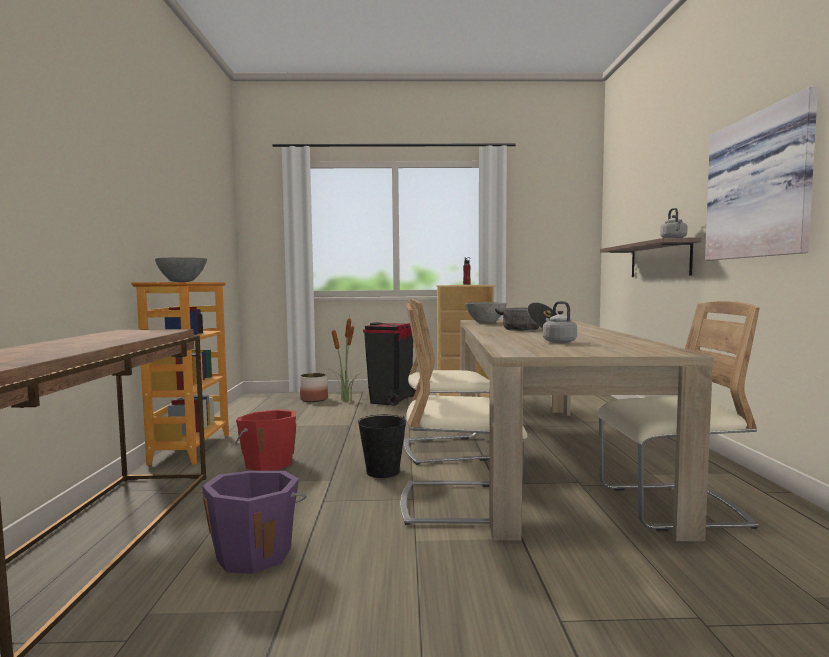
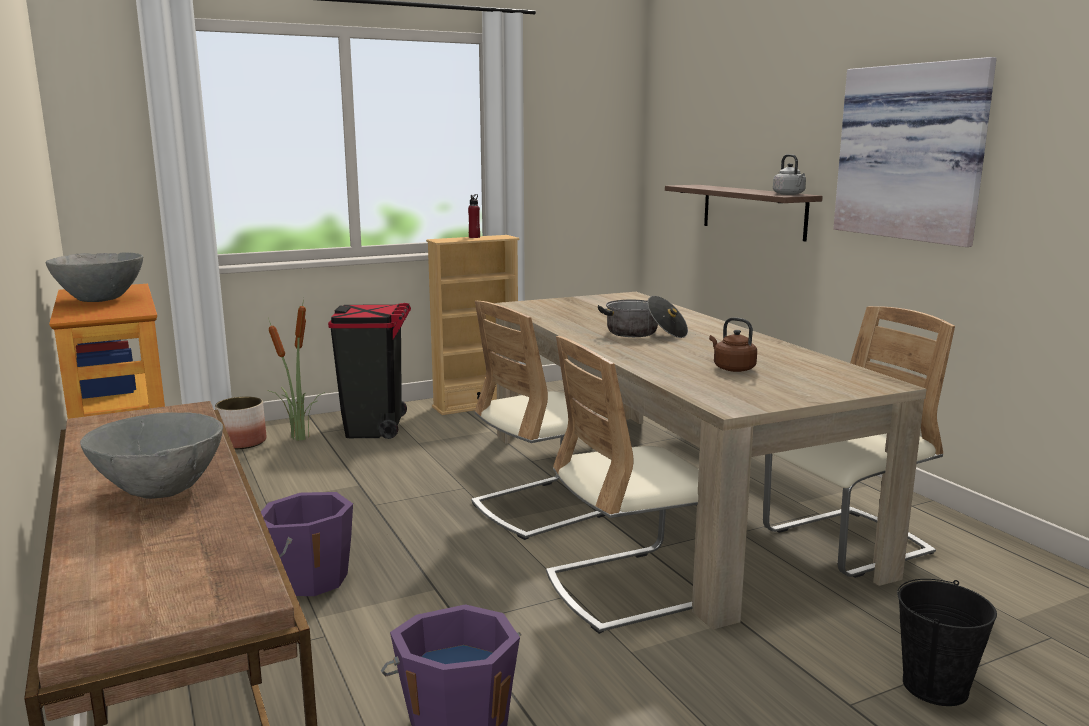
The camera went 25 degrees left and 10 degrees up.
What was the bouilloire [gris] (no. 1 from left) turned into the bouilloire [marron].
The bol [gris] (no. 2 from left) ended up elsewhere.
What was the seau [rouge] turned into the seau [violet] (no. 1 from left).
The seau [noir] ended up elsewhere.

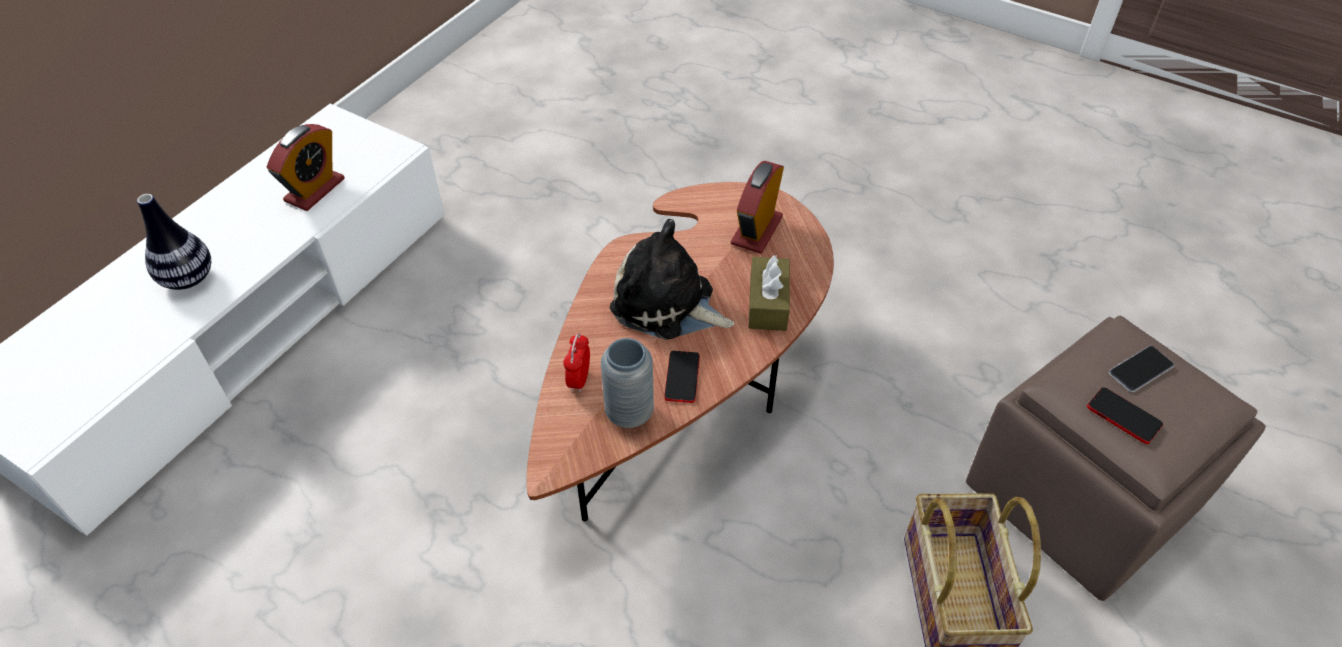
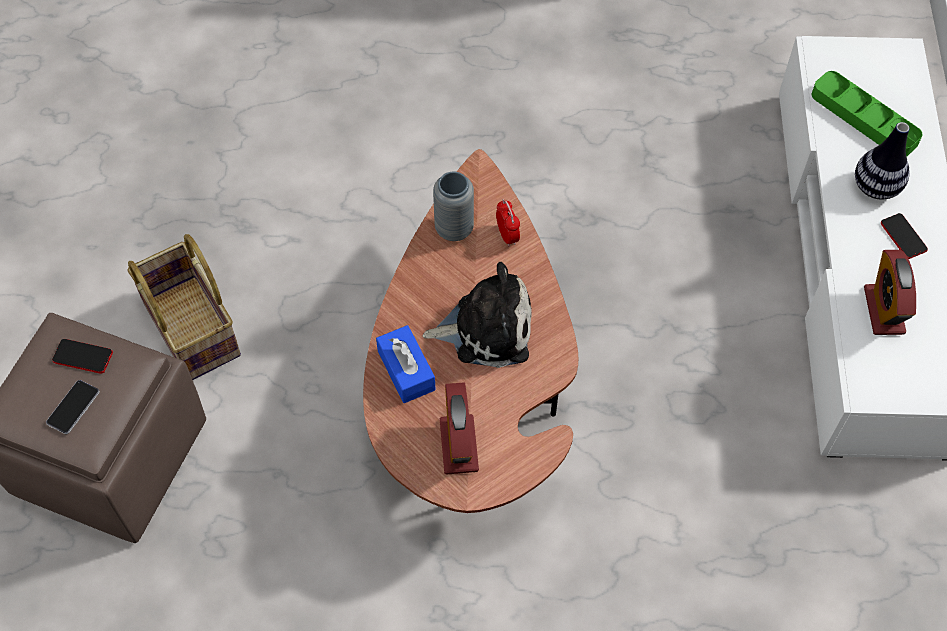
The camera went 150 degrees right and 10 degrees up.
What was the boîte à mouchoirs [marron] turned into the boîte à mouchoirs [bleu].
The téléphone (no. 1 from left in the first image) ended up elsewhere.
The second view gained the plateau [vert].

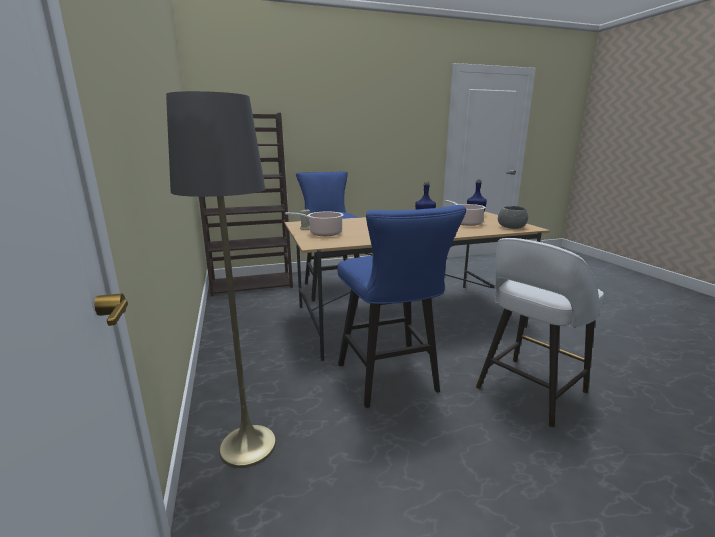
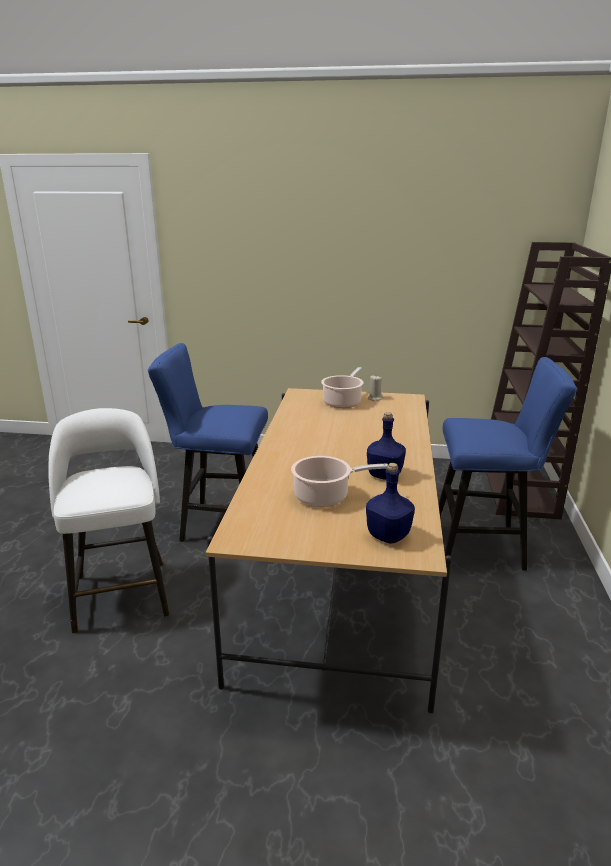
The camera went 115 degrees right and 5 degrees up.
The second view lost the lampadaire [gris].
The second view lost the bol [gris].

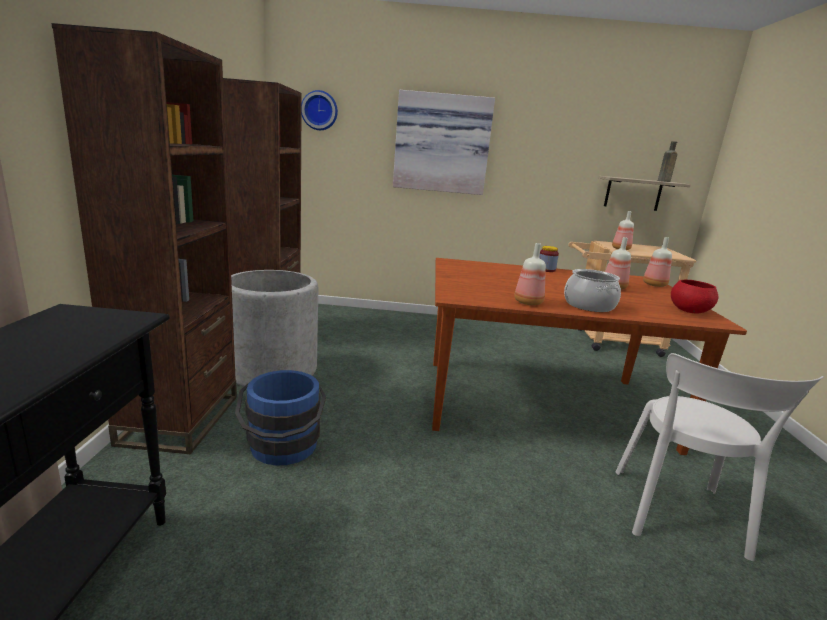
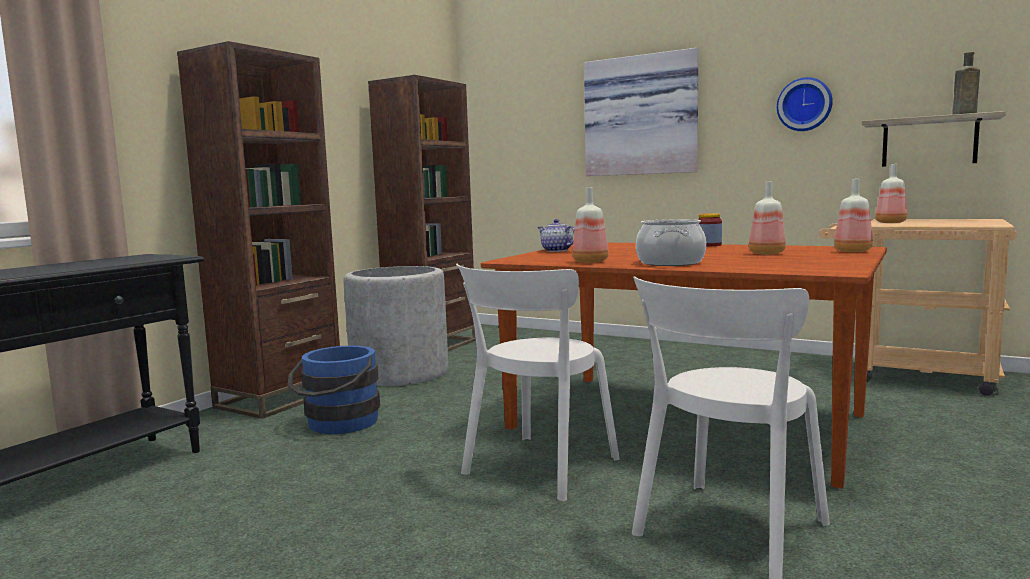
The camera went 30 degrees right and 10 degrees down.
The horloge murale ended up elsewhere.
The second view lost the bol [rouge].
The second view gained the théière.
The second view gained the chaise [blanc] (no. 1 from left).

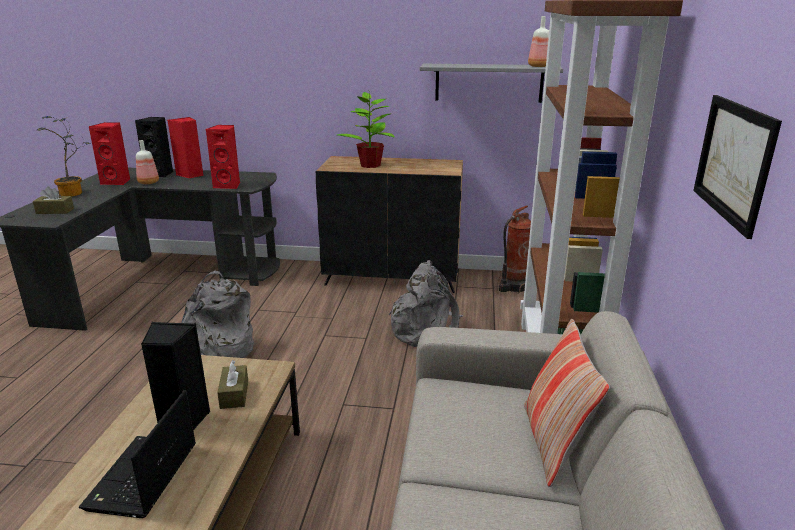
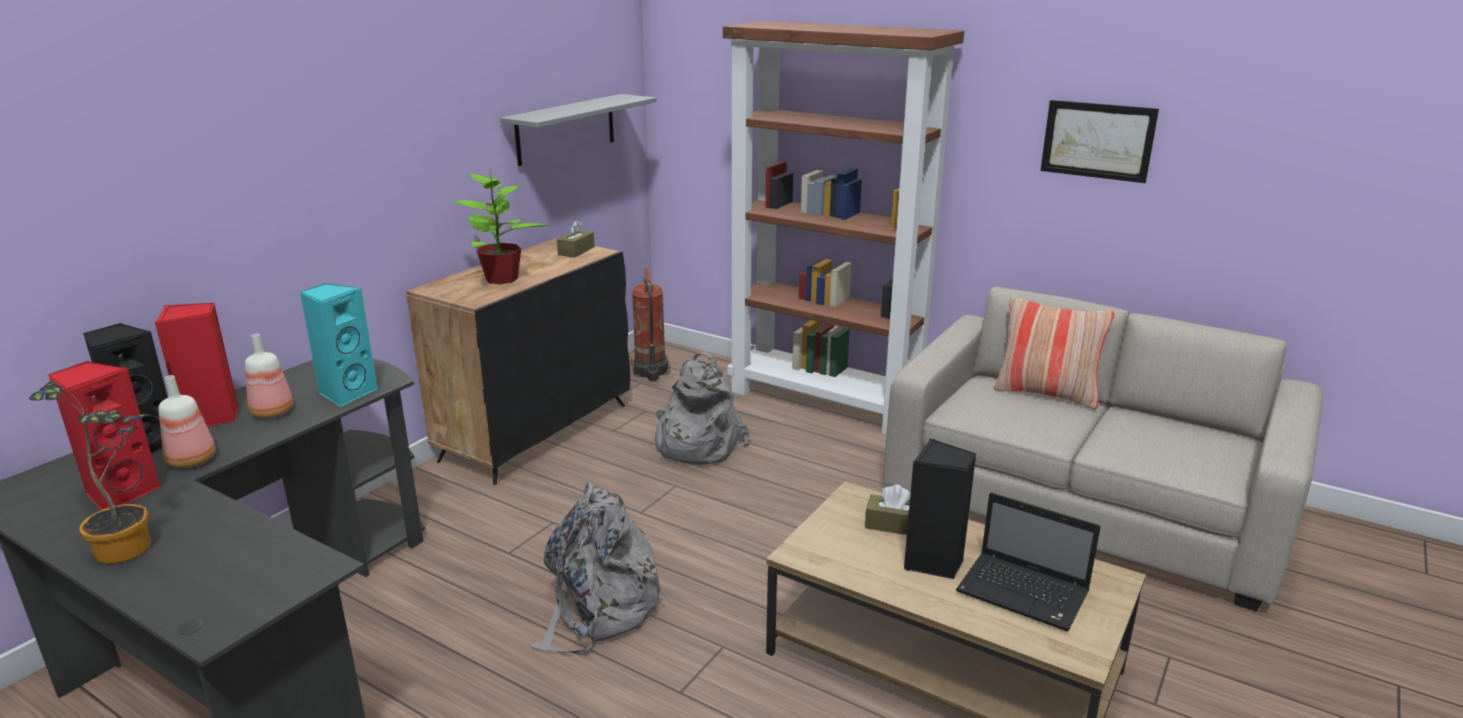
The camera went 65 degrees left and 0 degrees up.
The bouteille (no. 2 from left) ended up elsewhere.
What was the enceinte [rouge] (no. 3 from left) turned into the enceinte [turquoise].
The boîte à mouchoirs [marron] (no. 1 from left) ended up elsewhere.

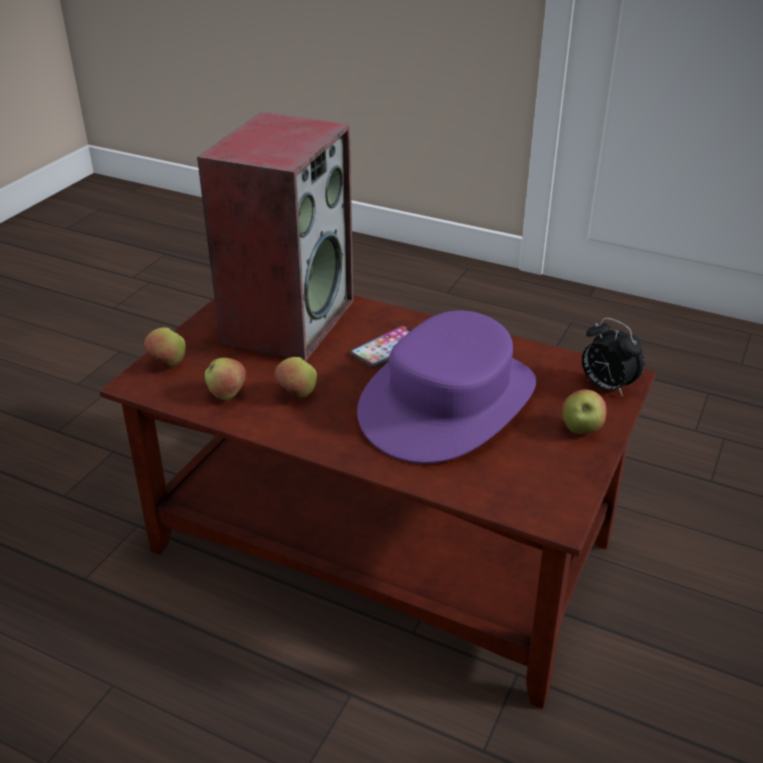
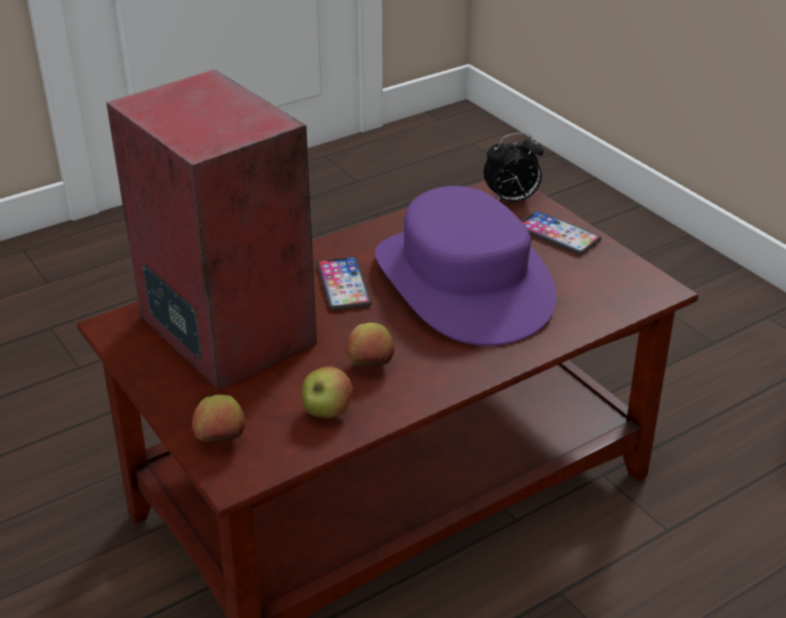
The camera went 60 degrees left and 0 degrees up.
Where the pomme (no. 4 from left) stood, the téléphone (no. 2 from left) came to stand.

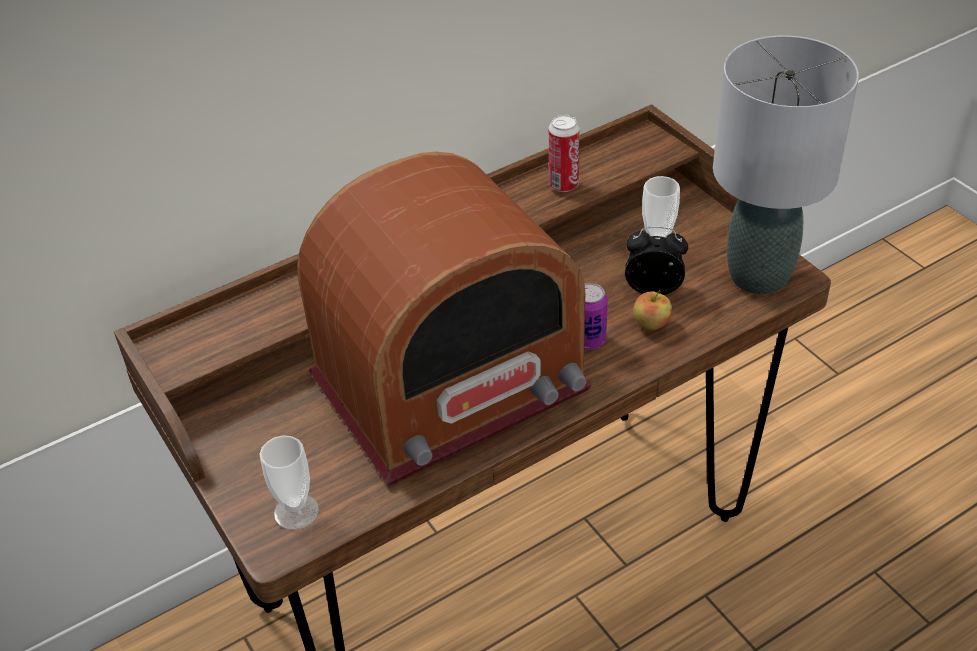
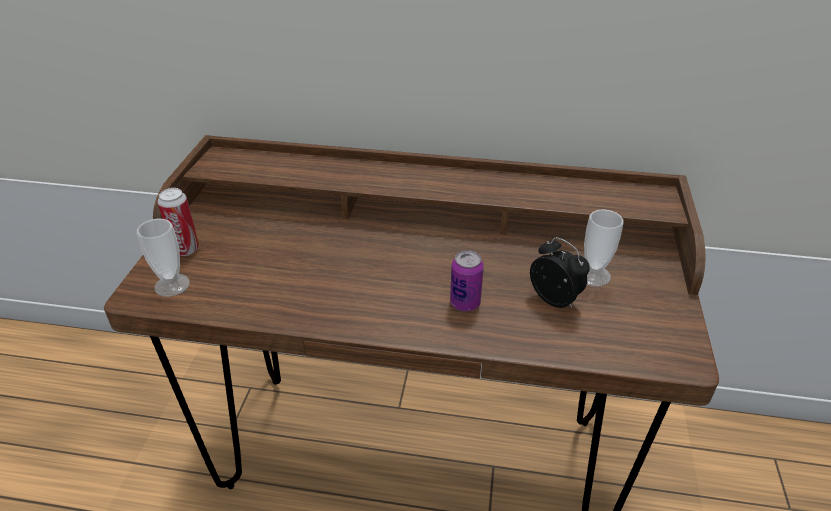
The camera went 40 degrees right and 5 degrees down.
The second view lost the lampe de table [gris].
The boîte métallique (no. 1 from left) ended up elsewhere.
The second view lost the radio.
The second view lost the pomme.

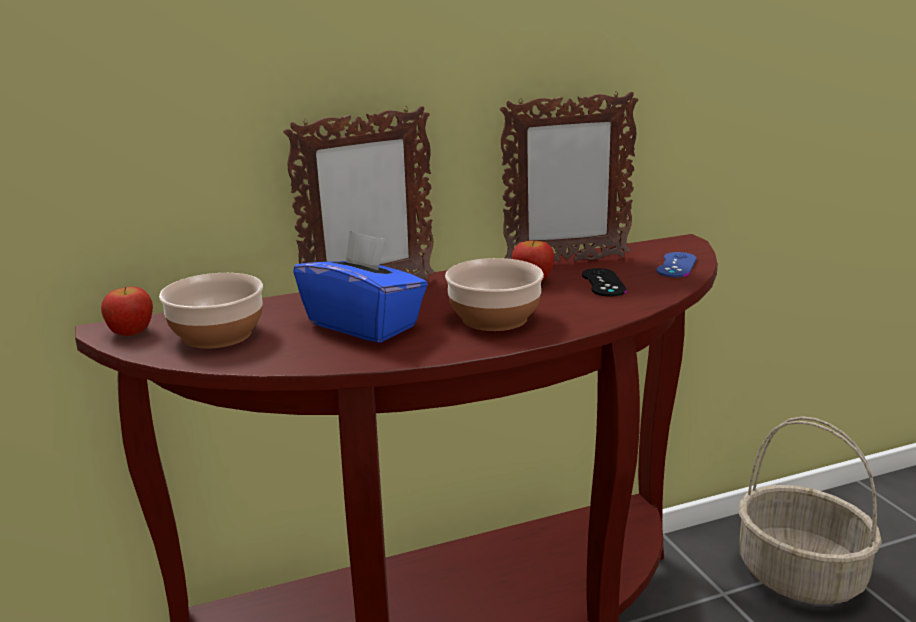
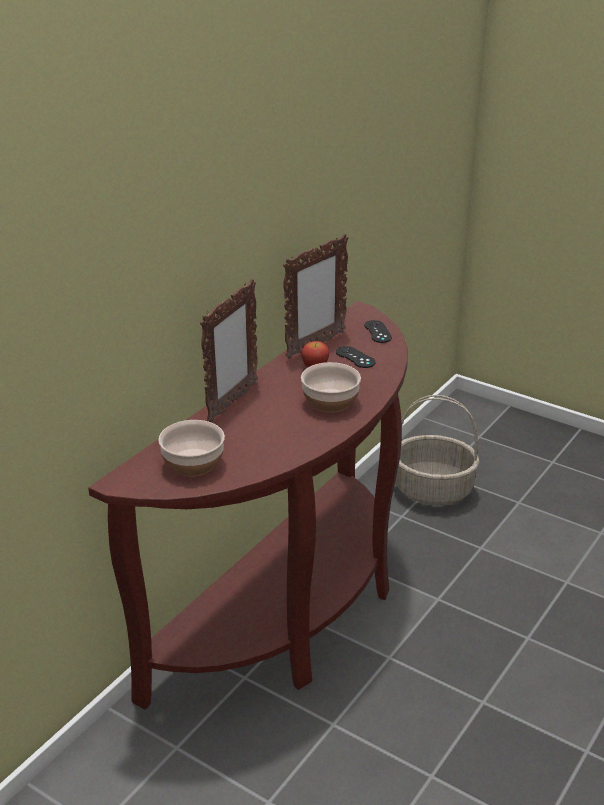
The camera went 35 degrees left and 10 degrees up.
The second view lost the boîte à mouchoirs [bleu].
What was the manette [bleu] turned into the manette [noir] (no. 2 from left).
The second view lost the pomme (no. 1 from left).

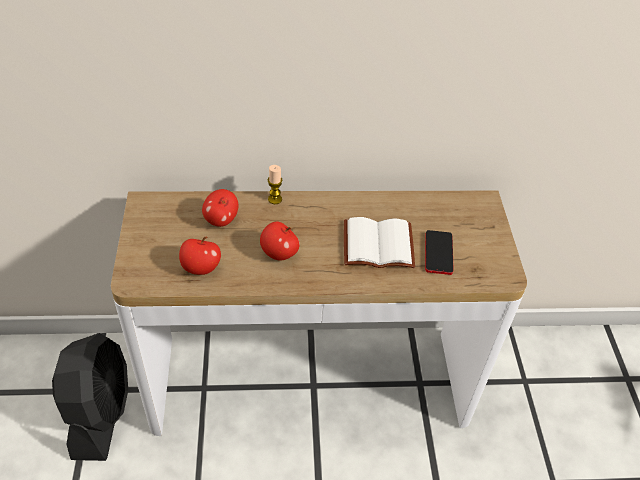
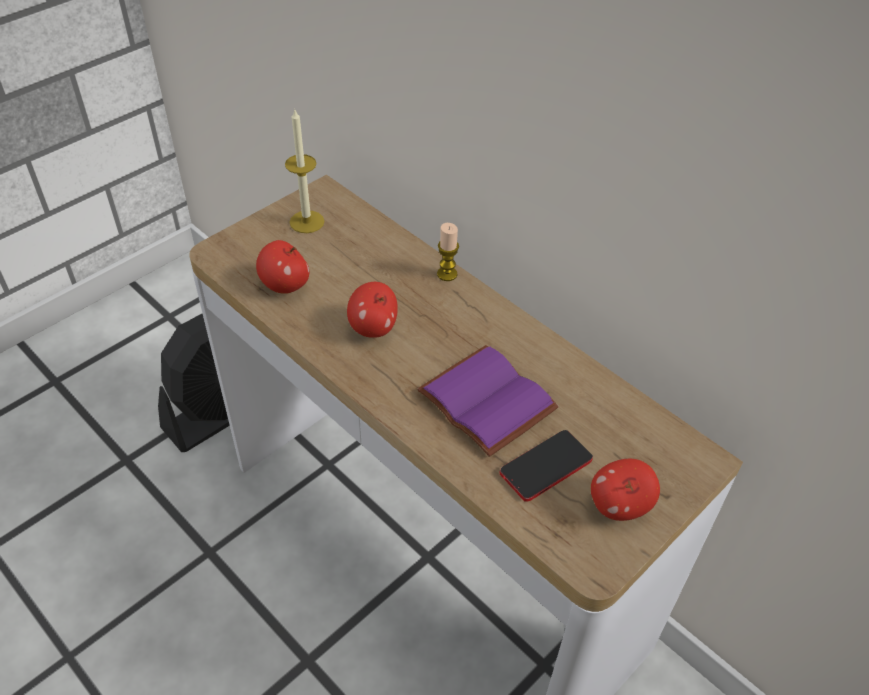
The camera went 50 degrees right and 0 degrees up.
The pomme (no. 2 from left in the first image) ended up elsewhere.
What was the livre [blanc] turned into the livre [violet].
The second view gained the bougie (no. 1 from left).

